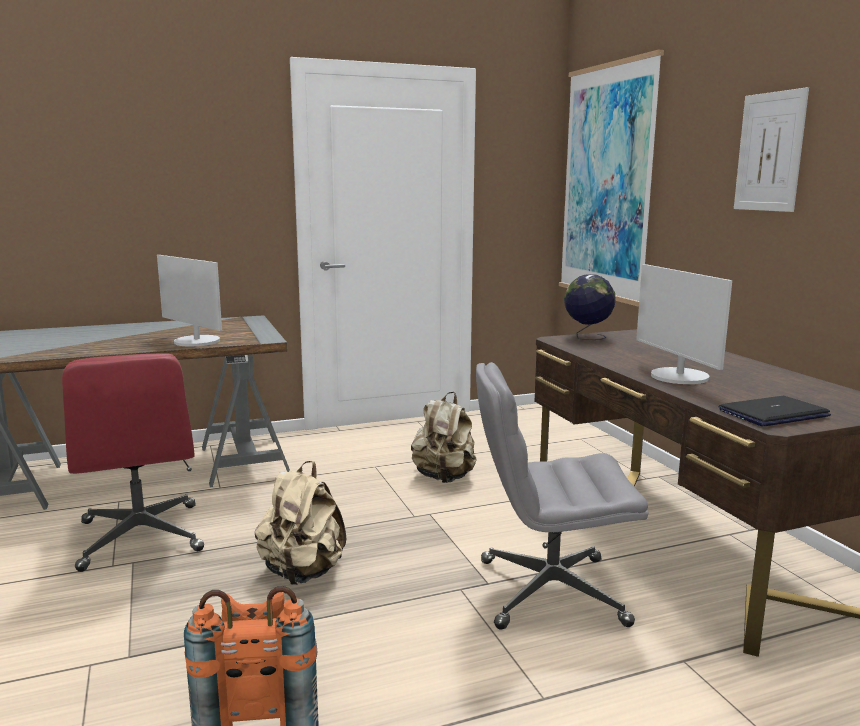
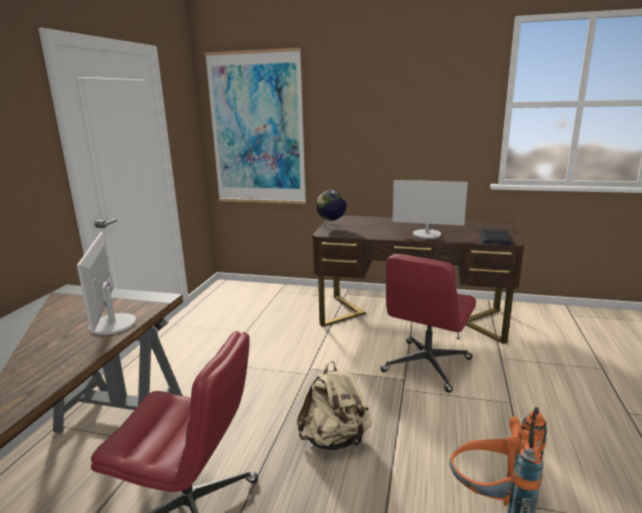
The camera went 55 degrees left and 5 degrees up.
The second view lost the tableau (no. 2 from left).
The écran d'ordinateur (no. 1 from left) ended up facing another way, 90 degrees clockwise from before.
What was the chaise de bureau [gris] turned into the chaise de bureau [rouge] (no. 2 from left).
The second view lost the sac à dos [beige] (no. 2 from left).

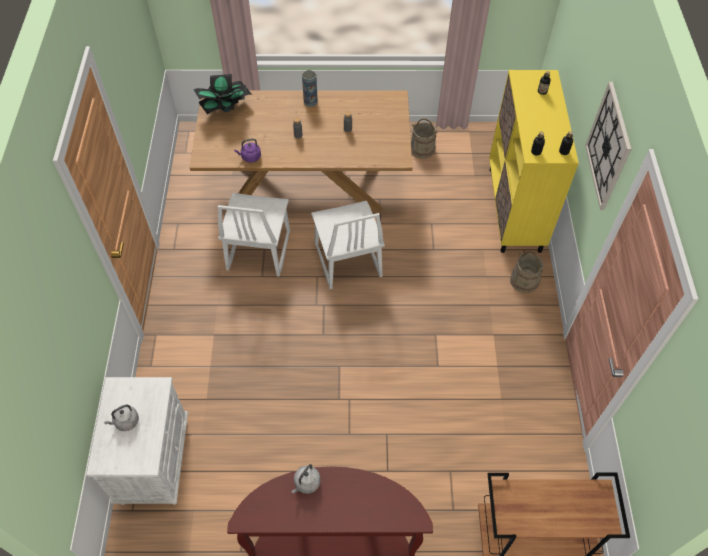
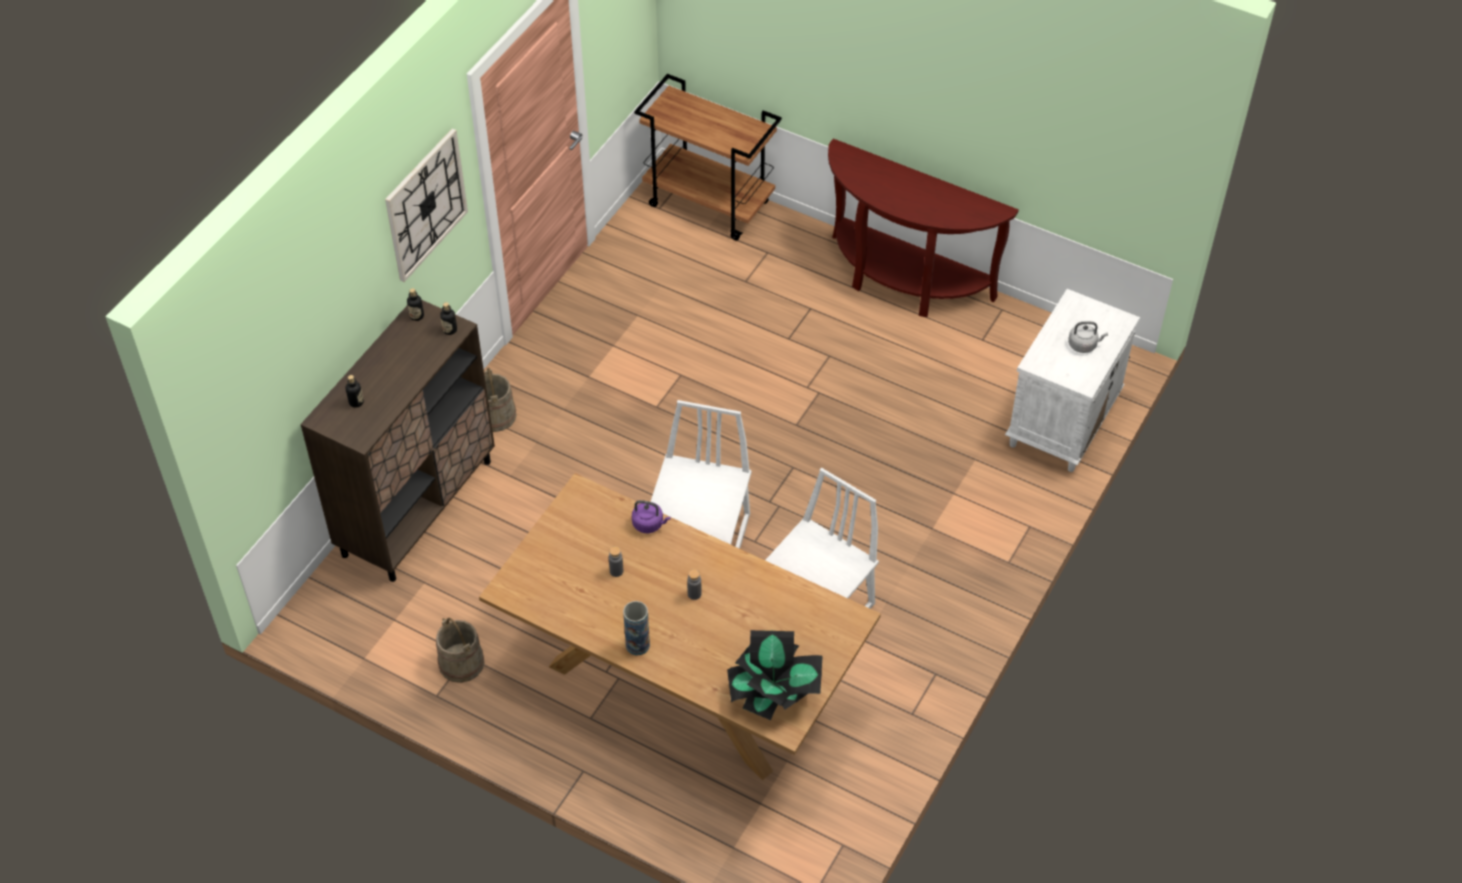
The camera went 150 degrees left and 5 degrees down.
What was the meuble de rangement [jaune] turned into the meuble de rangement [marron].
The bouilloire [violet] ended up elsewhere.
The second view lost the bouilloire [gris] (no. 2 from left).

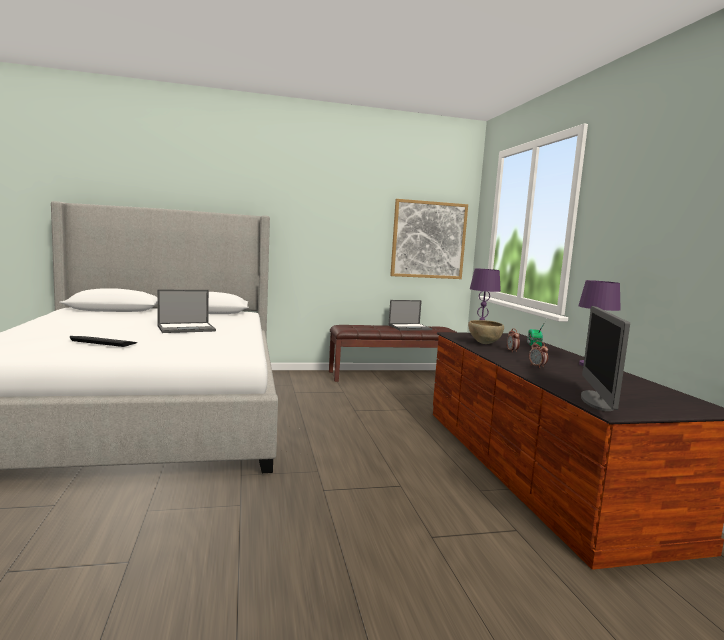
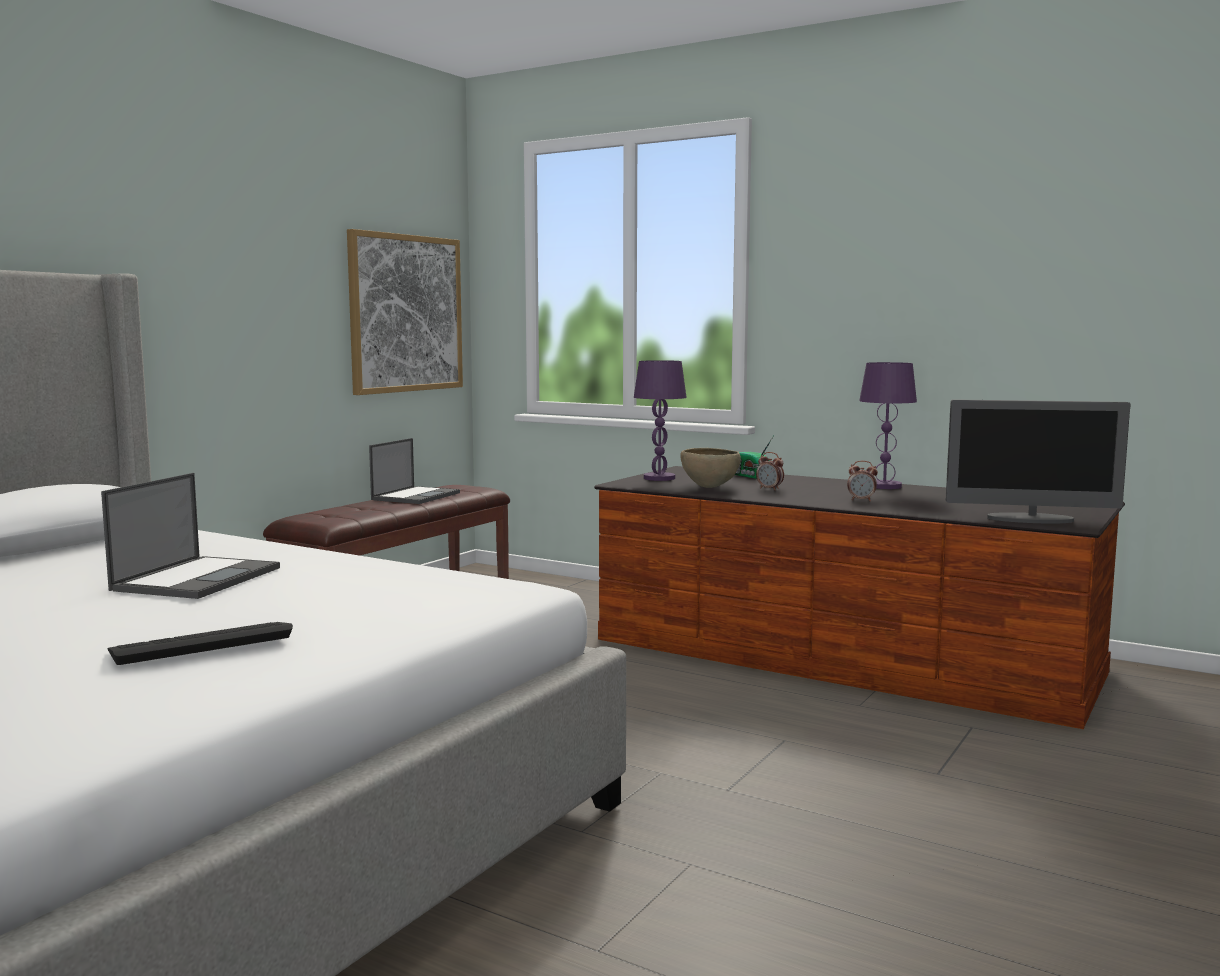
The camera went 45 degrees left and 0 degrees up.
The écran d'ordinateur ended up facing another way, 45 degrees counterclockwise from before.

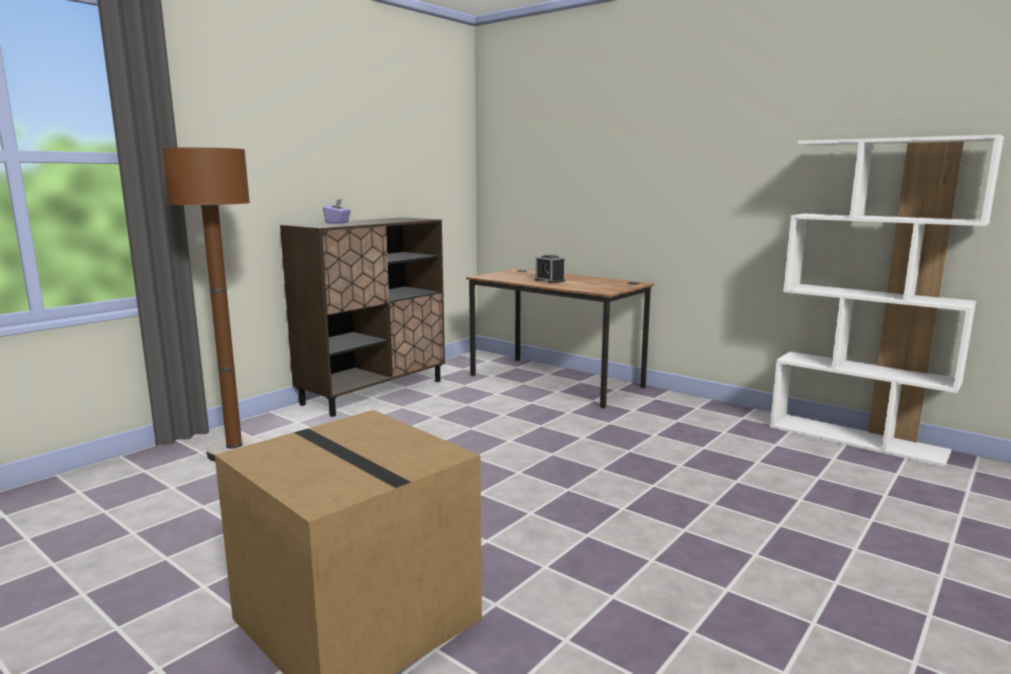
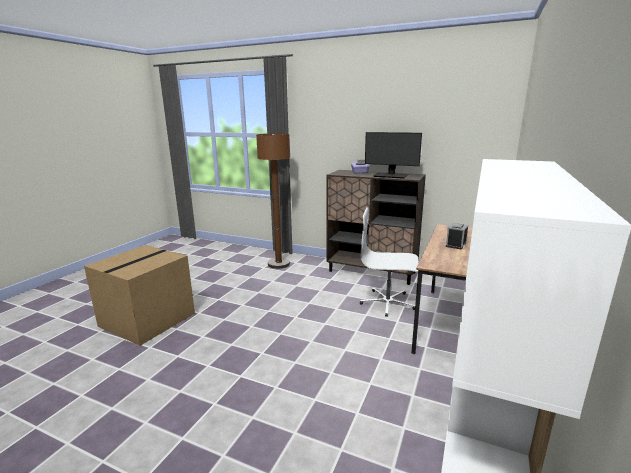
The camera went 75 degrees right and 5 degrees up.
The second view gained the écran d'ordinateur.
The second view gained the chaise de bureau [blanc].

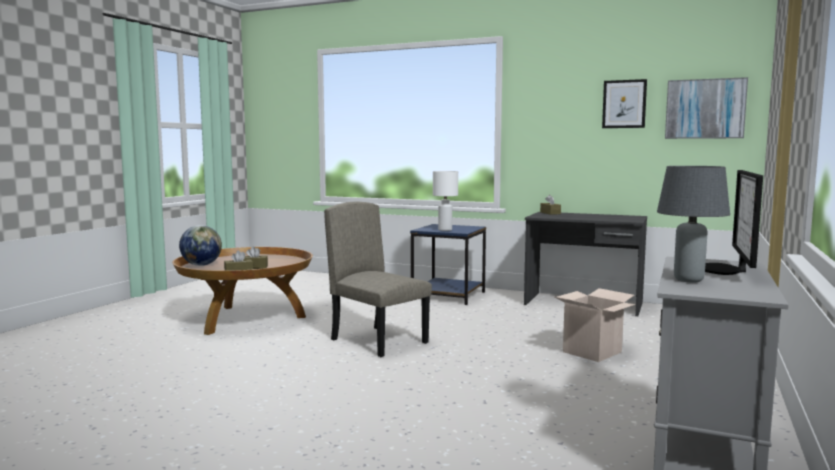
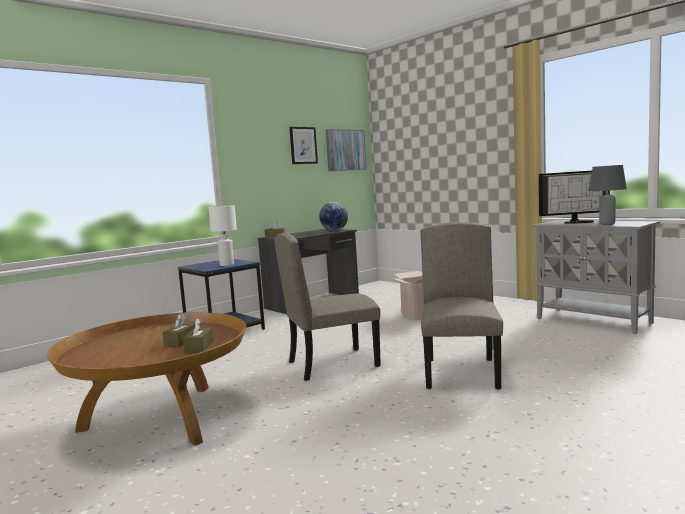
The camera went 65 degrees left and 0 degrees up.
The écran d'ordinateur ended up facing another way, 45 degrees counterclockwise from before.
The globe ended up elsewhere.
The second view gained the chaise [beige] (no. 2 from left).

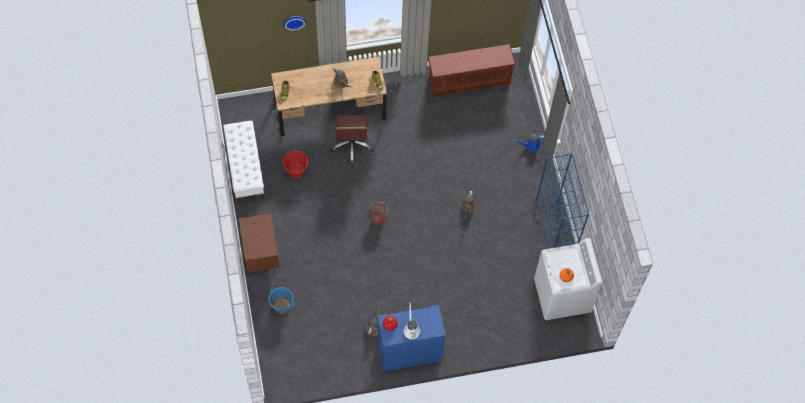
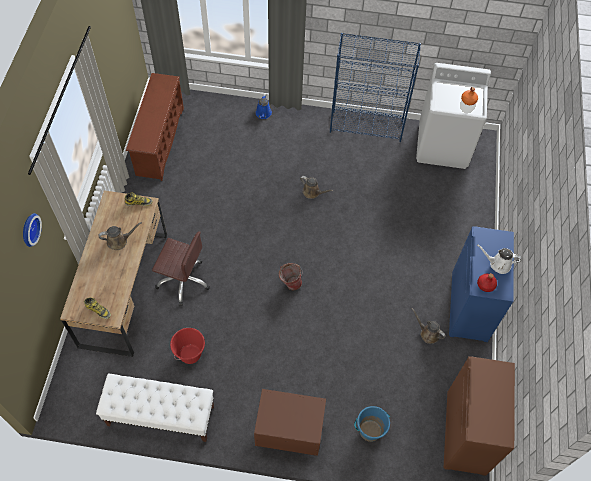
The camera went 70 degrees left and 5 degrees down.
The second view gained the meuble de rangement [marron].

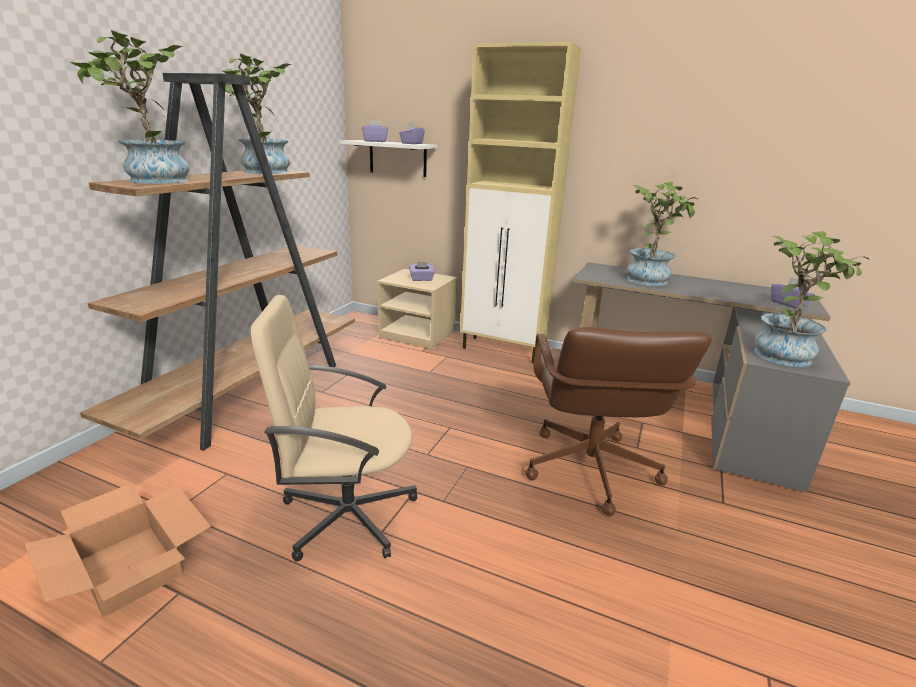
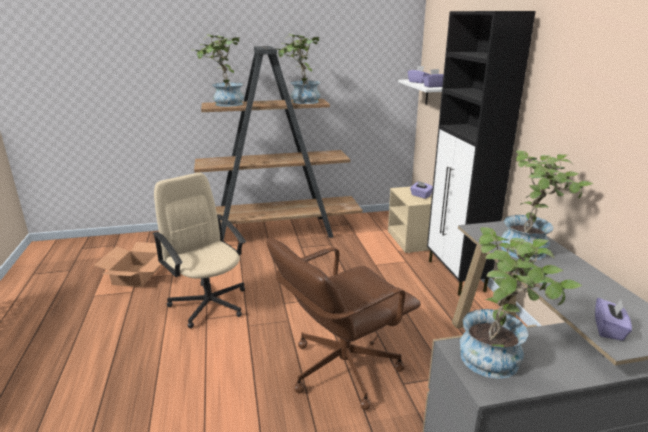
The camera went 55 degrees right and 0 degrees up.
What was the meuble de rangement [beige] turned into the meuble de rangement [noir].

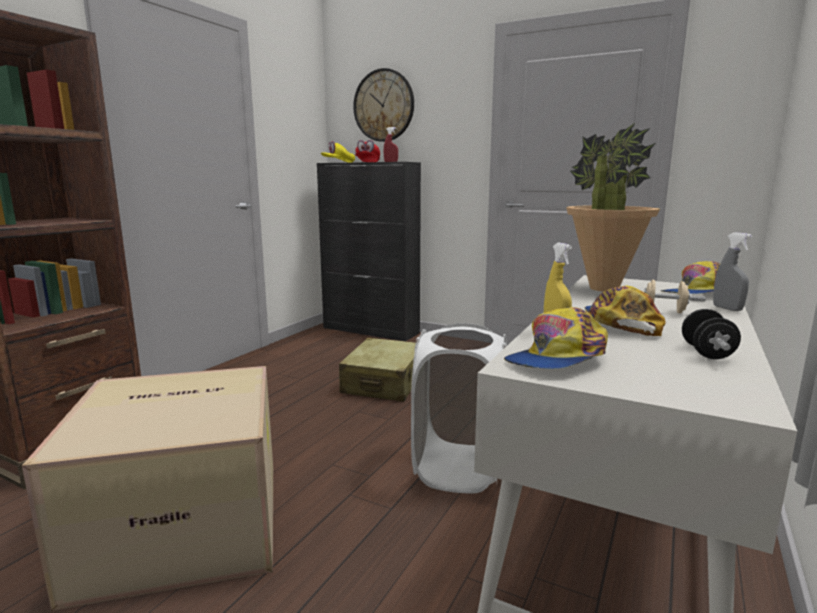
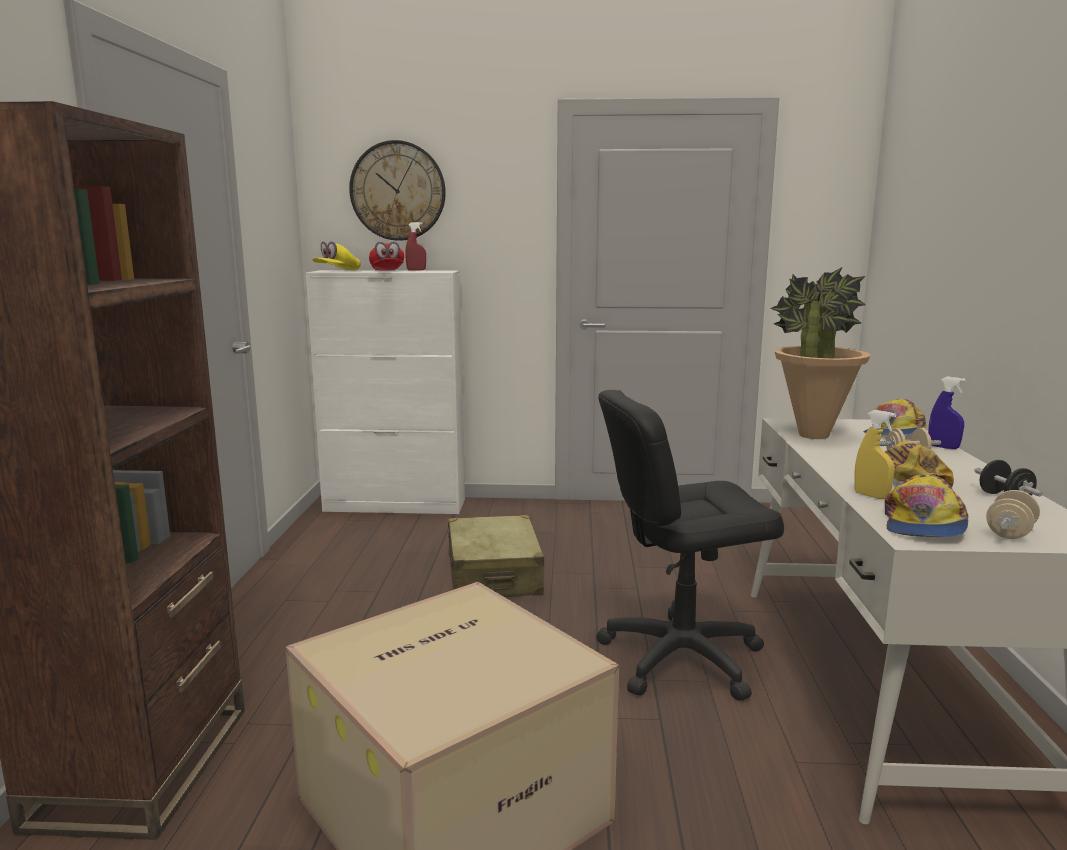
The camera went 25 degrees left and 0 degrees up.
What was the meuble de rangement [noir] turned into the meuble de rangement [blanc].
What was the vaporisateur [gris] turned into the vaporisateur [bleu].
Where the panier à linge [blanc] stood, the chaise de bureau [noir] came to stand.
The second view gained the haltère [beige] (no. 2 from left).

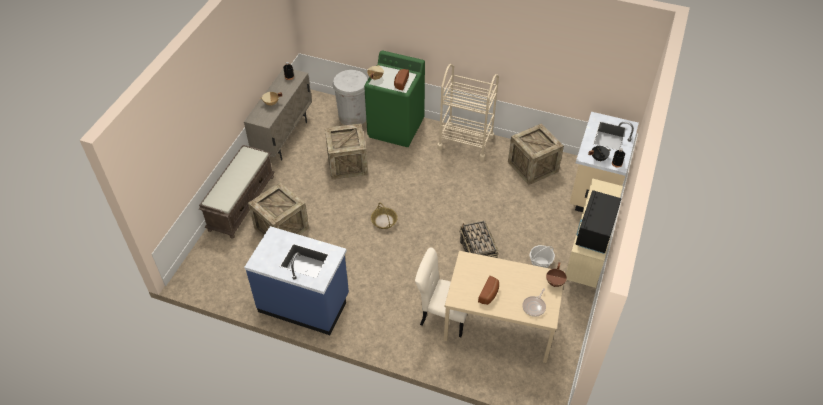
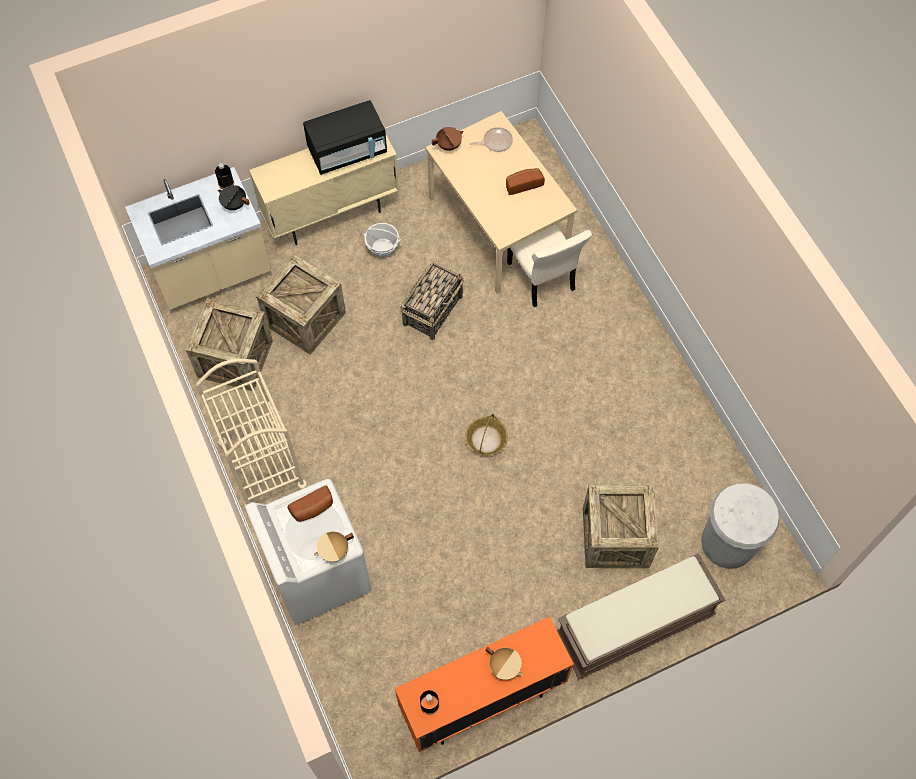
The camera went 135 degrees left and 15 degrees up.
What was the lave-linge [vert] turned into the lave-linge [blanc].
What was the meuble de rangement [beige] (no. 1 from left) turned into the meuble de rangement [orange].
The poubelle [blanc] ended up elsewhere.
The caisse (no. 2 from left) ended up elsewhere.
The second view lost the comptoir de cuisine [bleu].

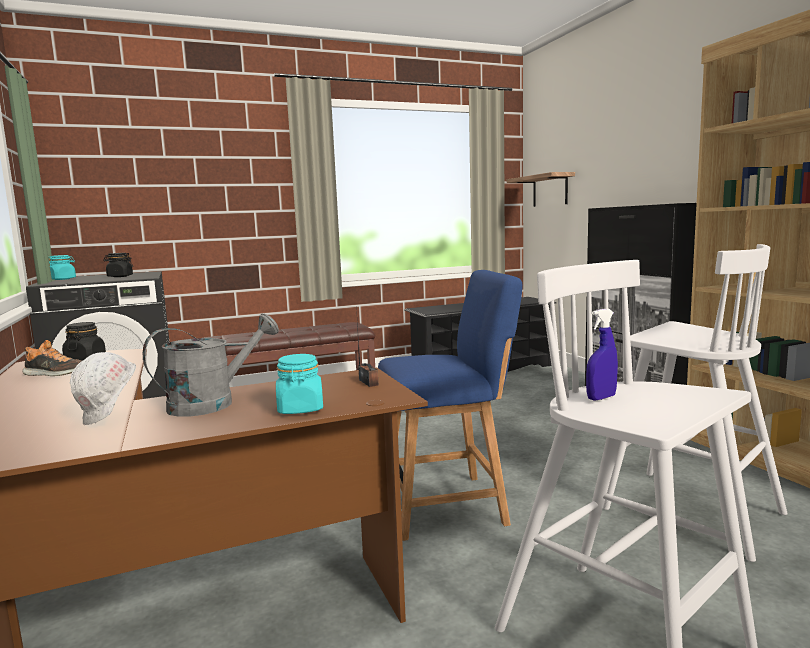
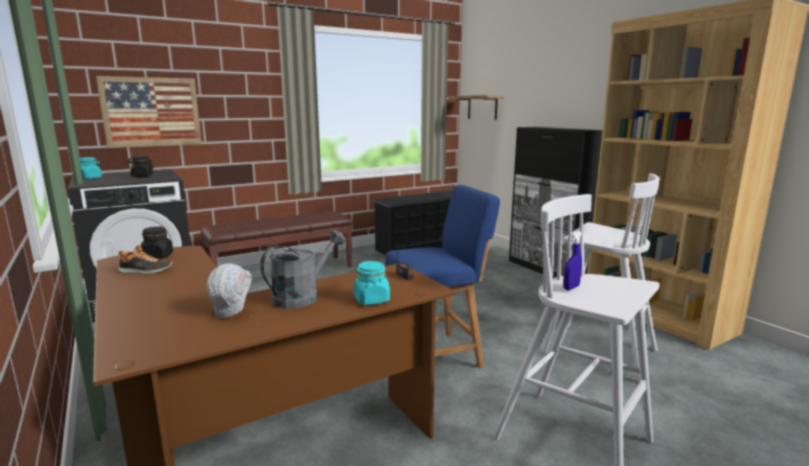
The camera went 10 degrees left and 5 degrees up.
The second view gained the tableau.

